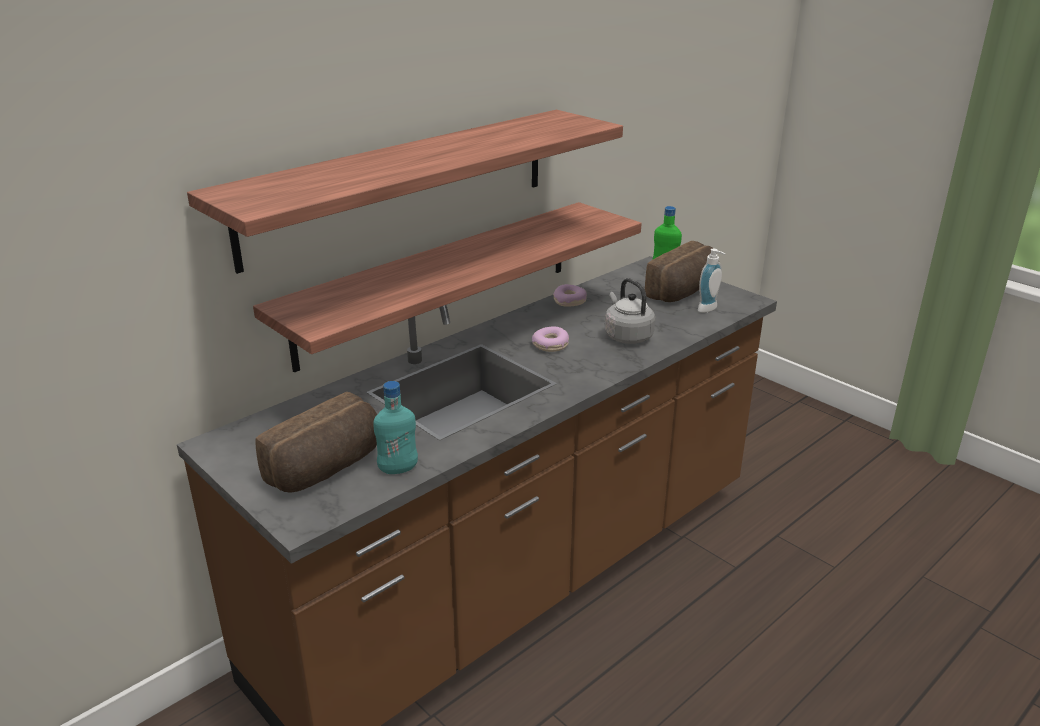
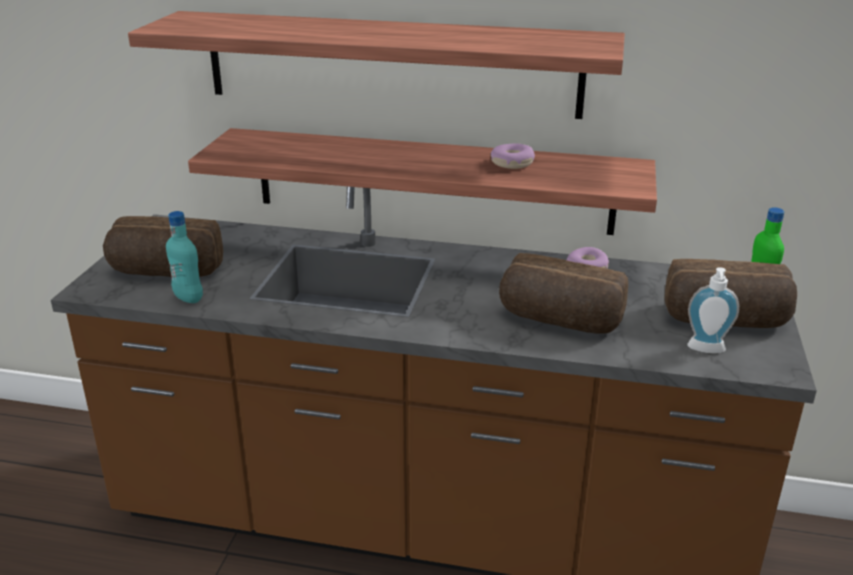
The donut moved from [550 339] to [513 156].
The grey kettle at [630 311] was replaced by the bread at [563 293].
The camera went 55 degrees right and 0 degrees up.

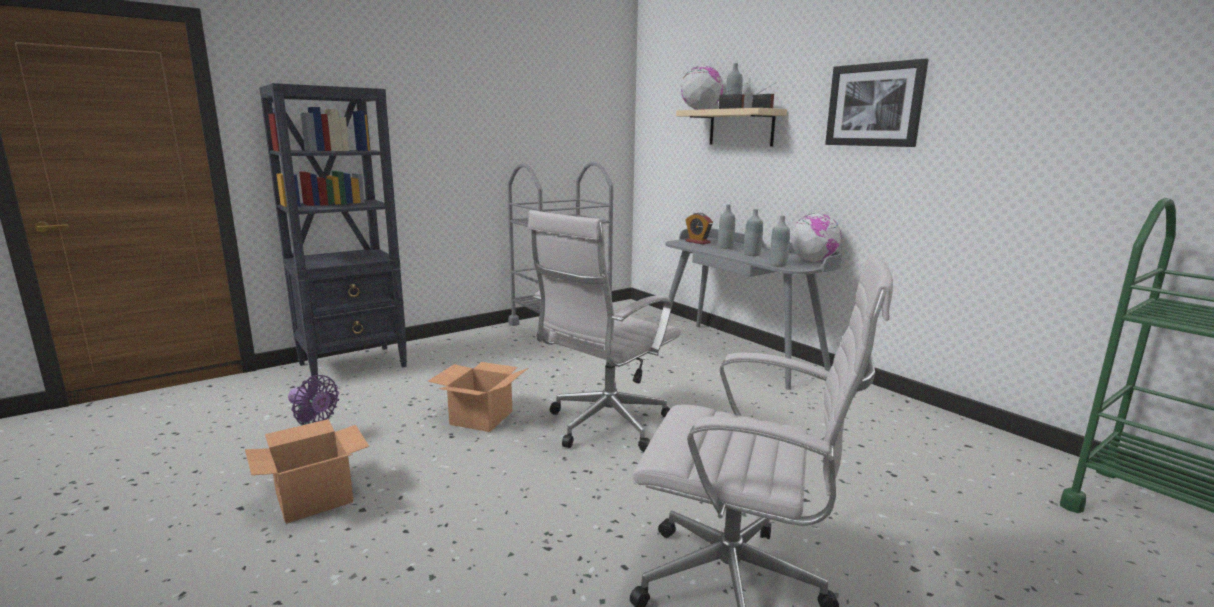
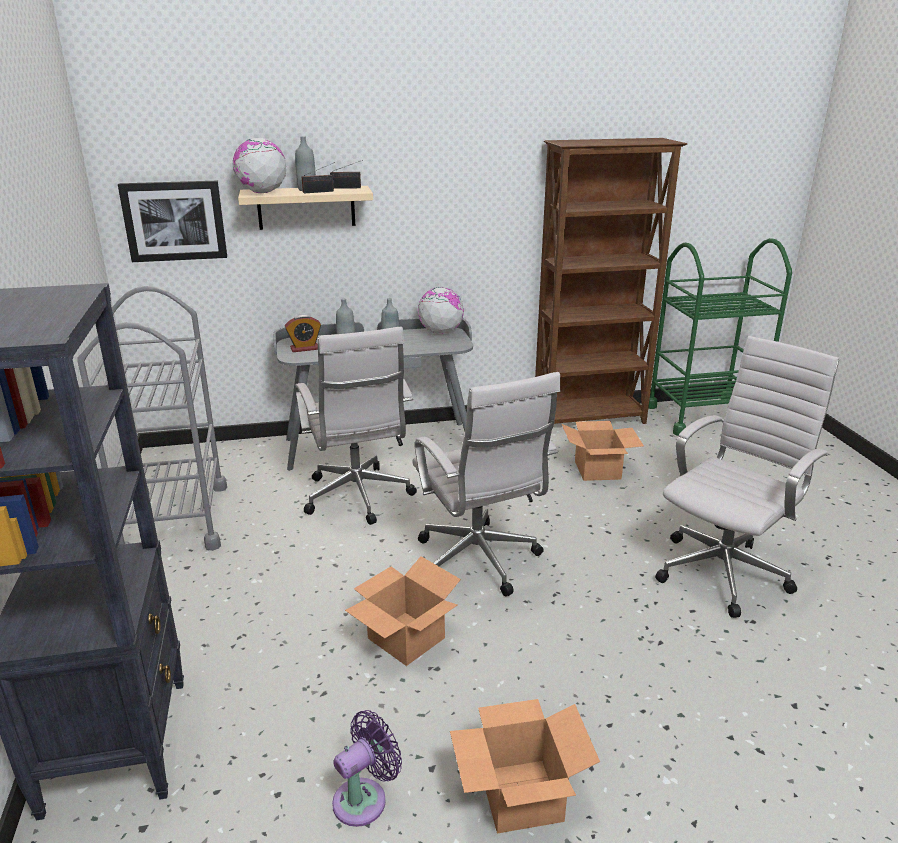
The grey bottle at [780 241] disappeared.
The picture moved from [877 103] to [172 221].
The white office chair at [356 425] appeared.
The brown bookcase at [611 281] appeared.
The cardboard box at [603 451] appeared.
The camera went 65 degrees left and 10 degrees up.

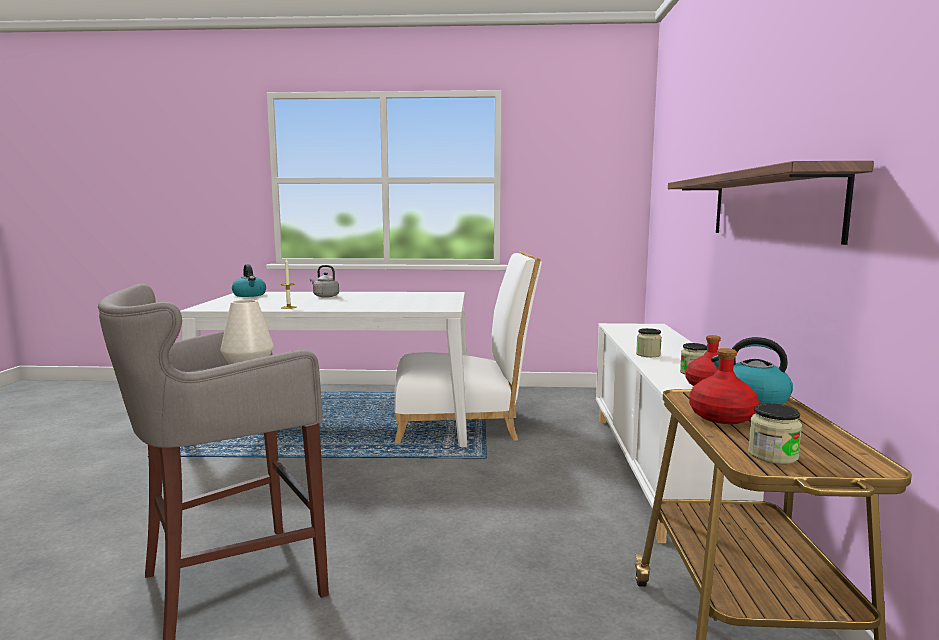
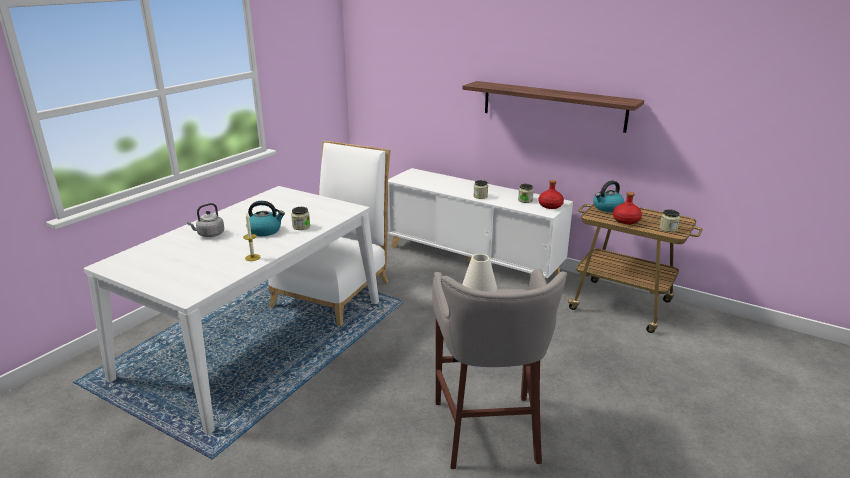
The kettle moved from [249 280] to [265 218].
The jar at [300 218] appeared.
The camera went 60 degrees left and 15 degrees up.

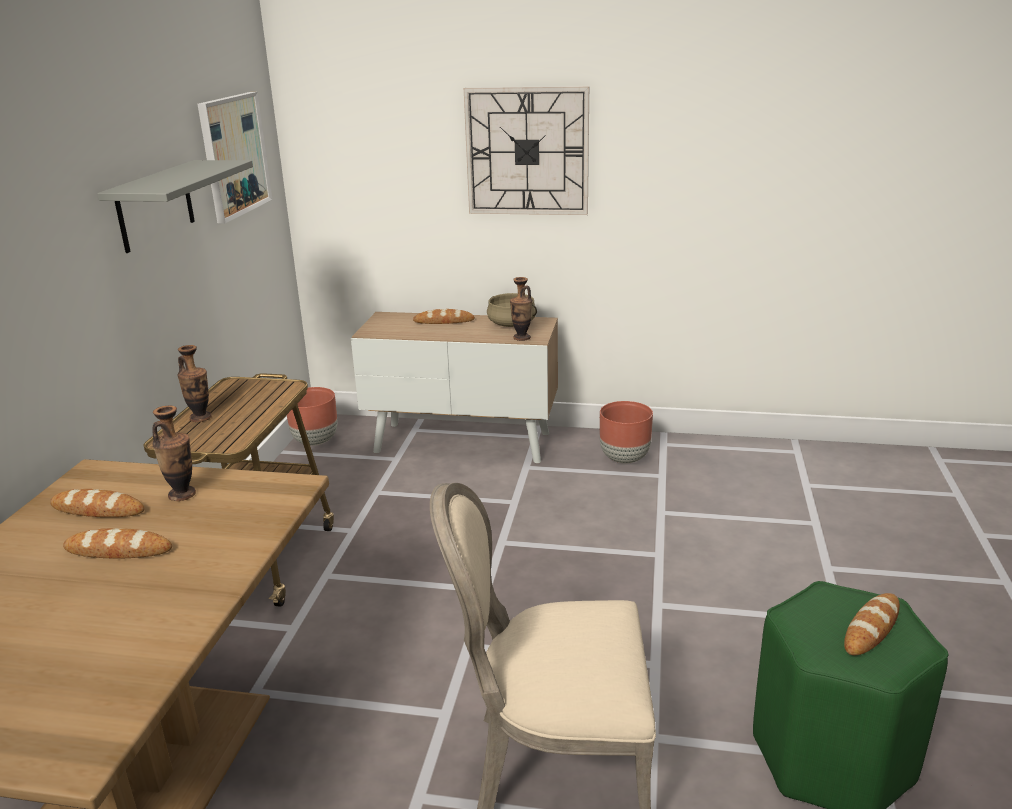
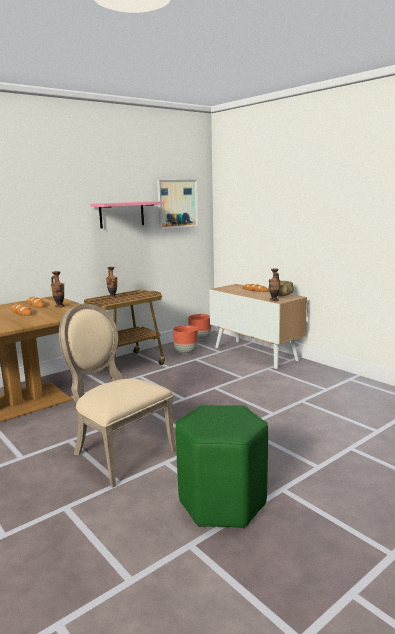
The grey shelf at [175 206] became the pink shelf at [127 214].
The wall clock at [526 150] disappeared.
The brown planter moved from [626 432] to [185 339].
The bread at [872 624] disappeared.
The camera went 40 degrees right and 10 degrees down.

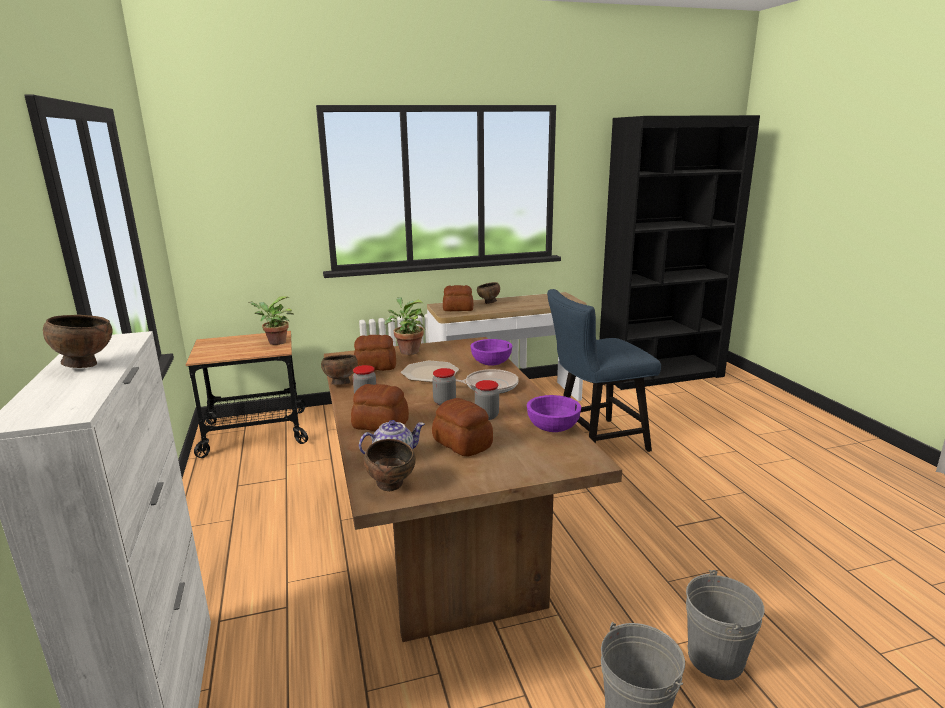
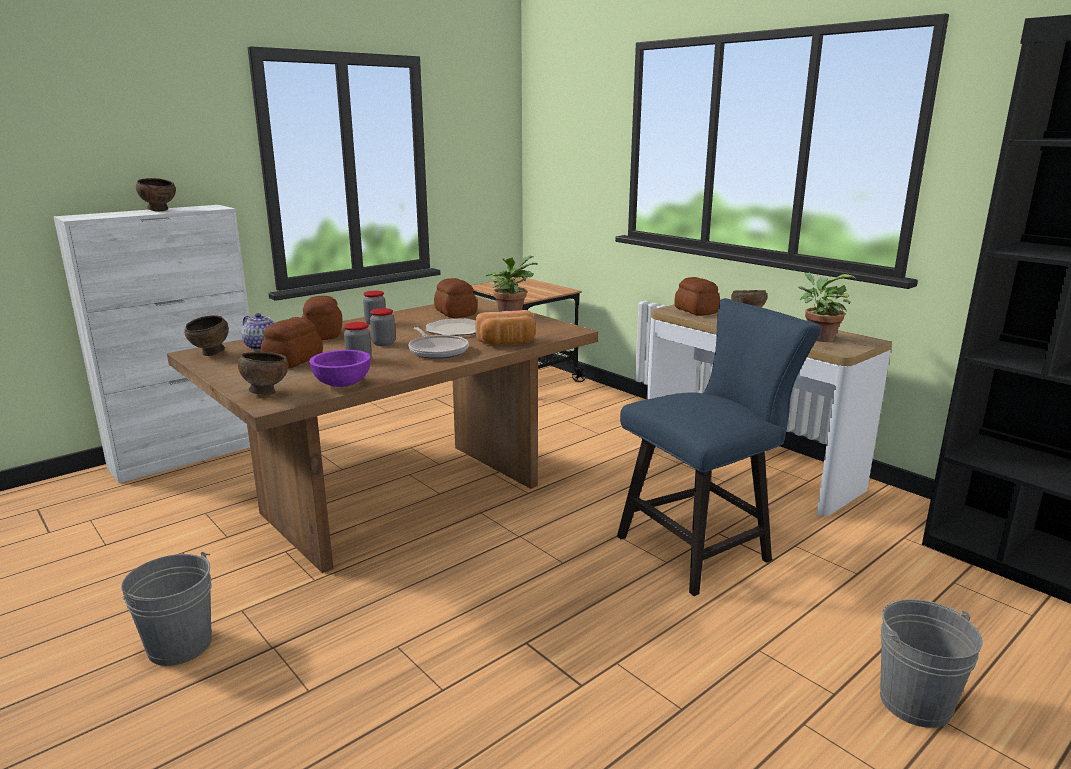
The potted plant moved from [271 320] to [826 307].
The brown bowl moved from [339 370] to [263 373].
The purple bowl at [491 352] was replaced by the bread at [505 327].
The blue chair at [604 370] turned 105 degrees clockwise.
The grey bucket moved from [725 625] to [931 663].
The camera went 65 degrees right and 0 degrees up.

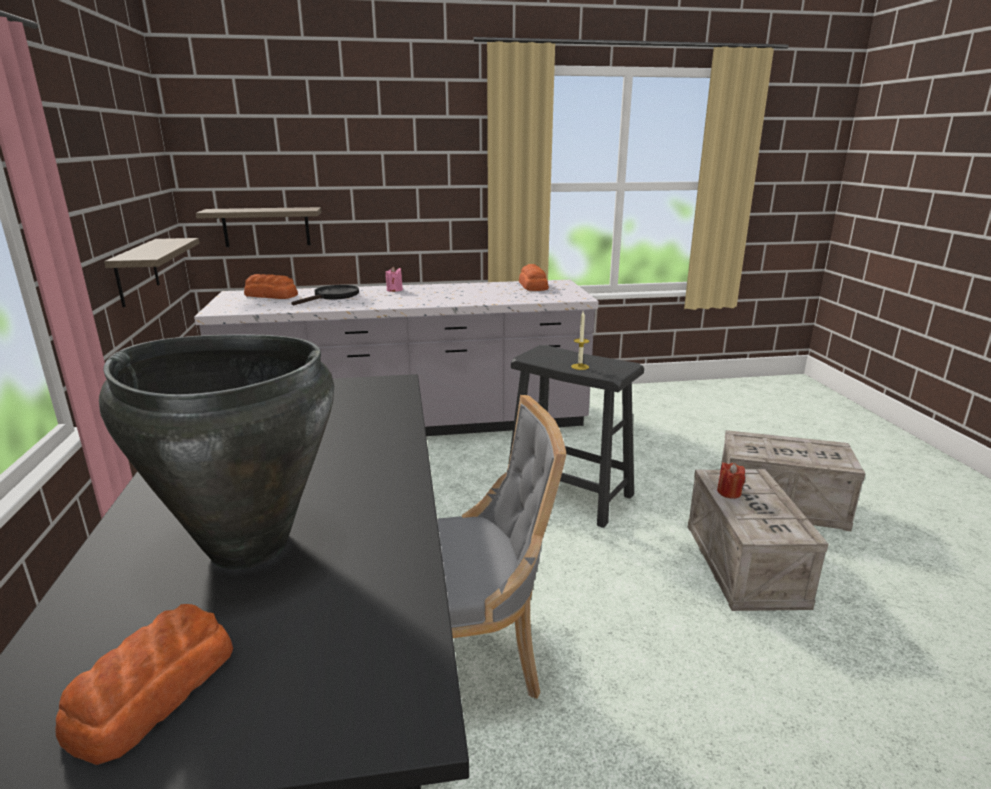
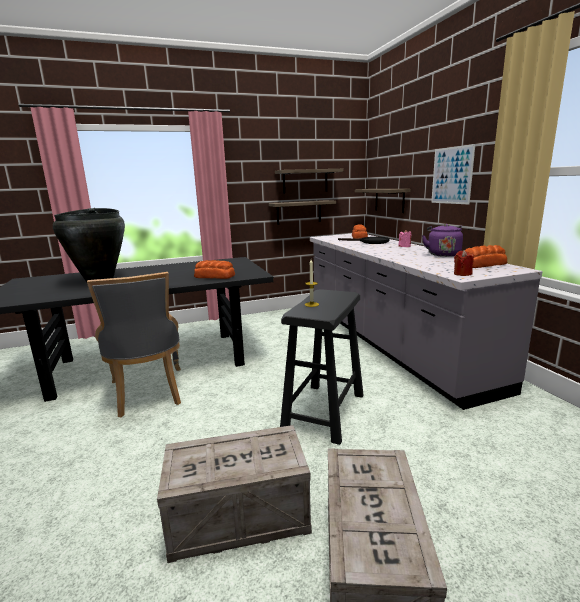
The bread moved from [144 684] to [214 269].
The red candle moved from [731 480] to [464 263].
The shelf at [309 181] appeared.
The purple kettle at [442 240] appeared.
The picture at [453 174] appeared.
The camera went 80 degrees right and 5 degrees down.

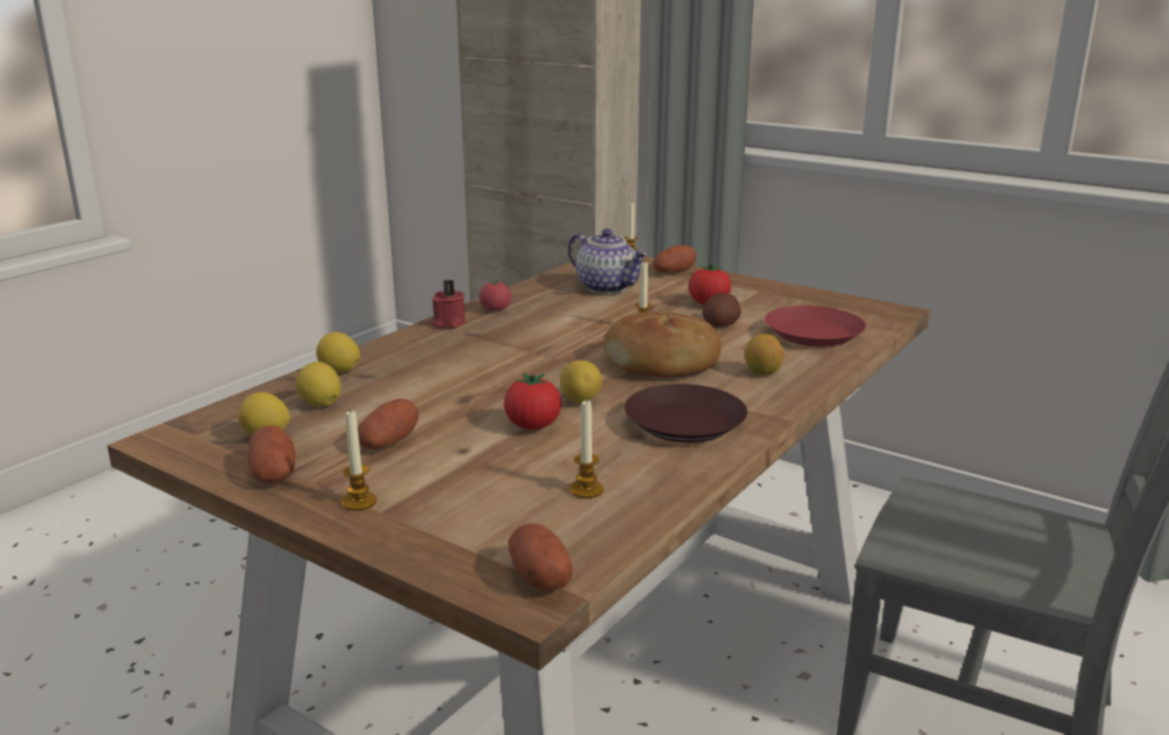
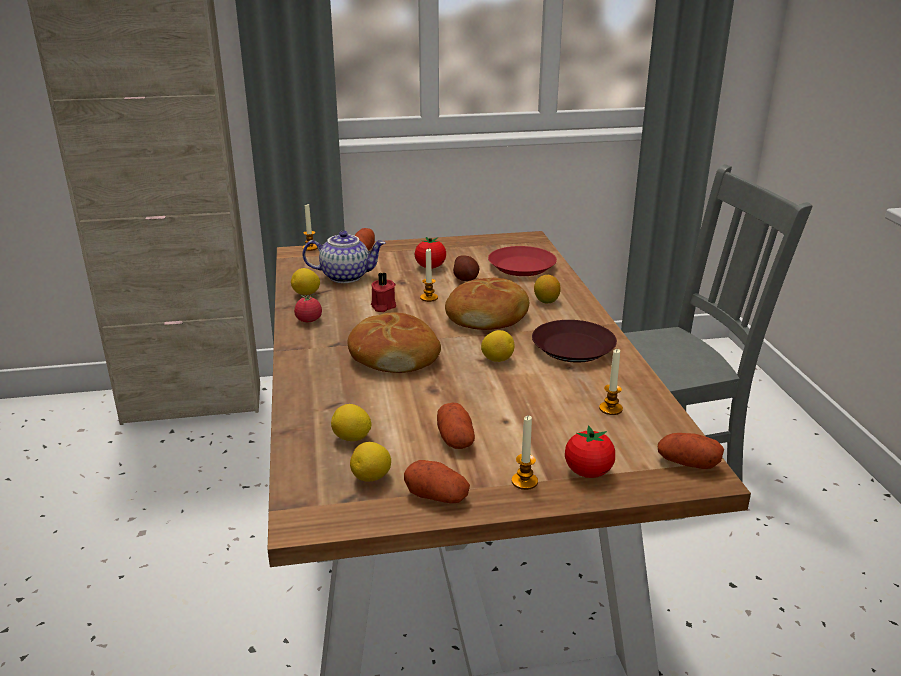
The lemon moved from [338 352] to [305 281].
The red candle moved from [448 304] to [383 292].
The tomato moved from [532 401] to [590 451].
The bread at [394 342] appeared.
The camera went 45 degrees left and 5 degrees up.

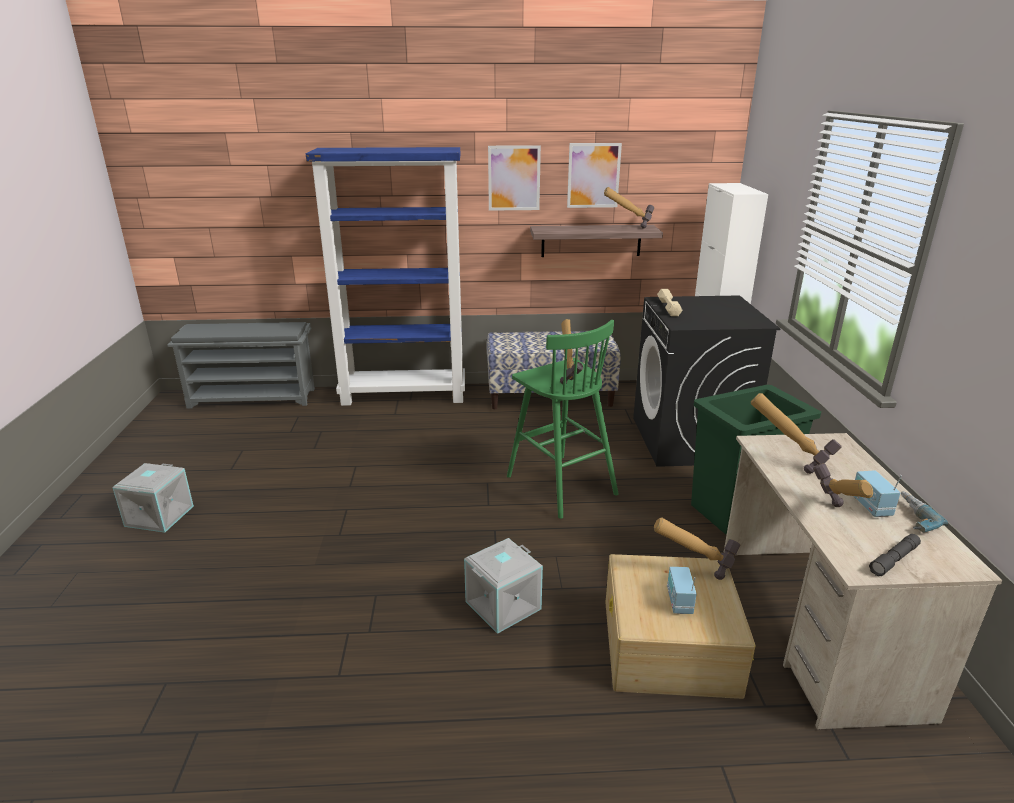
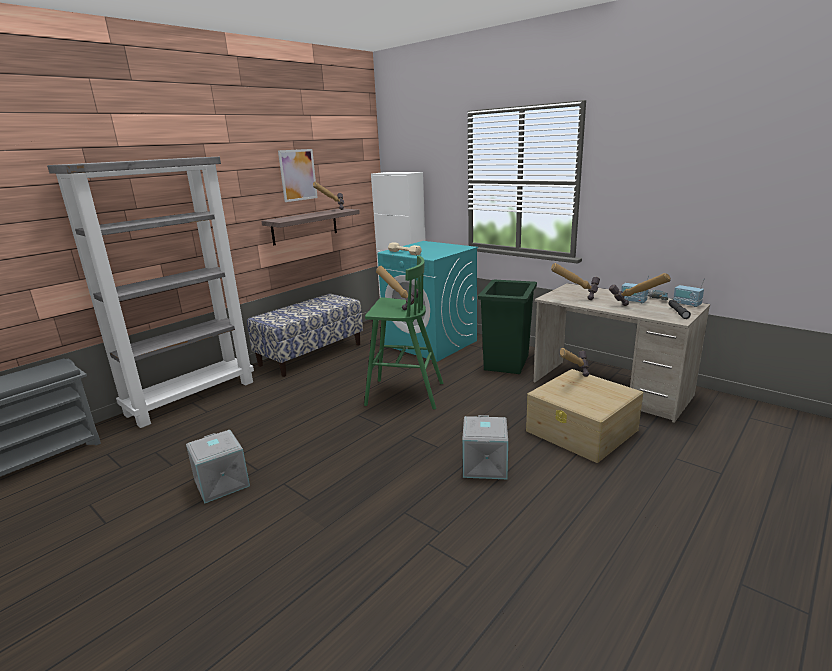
The grey storage box moved from [153 498] to [218 467].
The blue bookcase at [385 276] became the grey bookcase at [150 292].
The picture at [514 178] disappeared.
The black washing machine at [707 381] became the turquoise washing machine at [428 301].
The radio moved from [682 590] to [689 292].
The camera went 45 degrees left and 5 degrees down.

